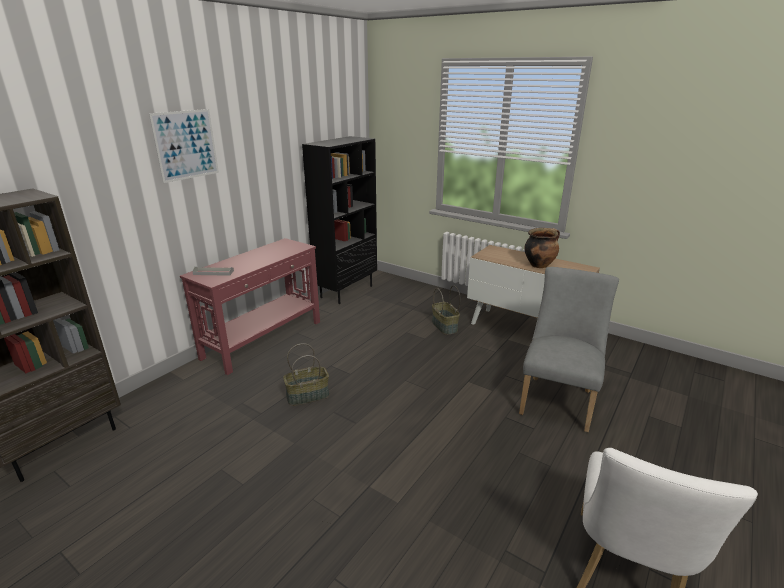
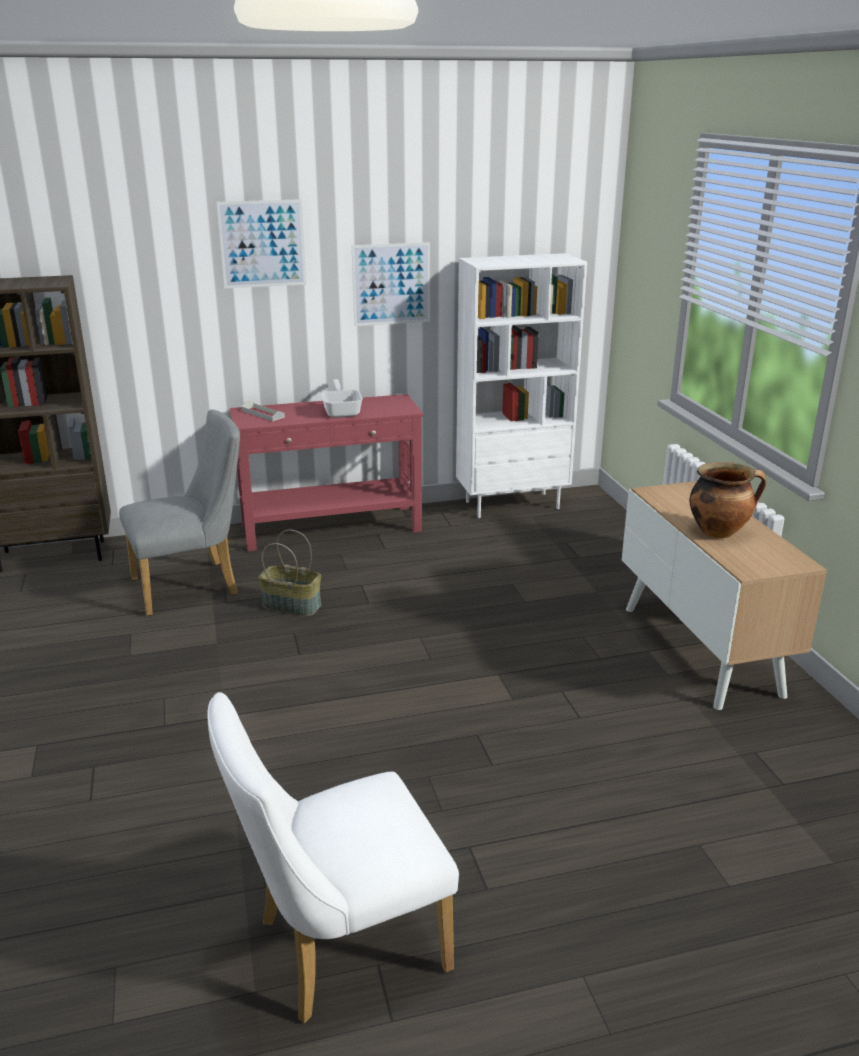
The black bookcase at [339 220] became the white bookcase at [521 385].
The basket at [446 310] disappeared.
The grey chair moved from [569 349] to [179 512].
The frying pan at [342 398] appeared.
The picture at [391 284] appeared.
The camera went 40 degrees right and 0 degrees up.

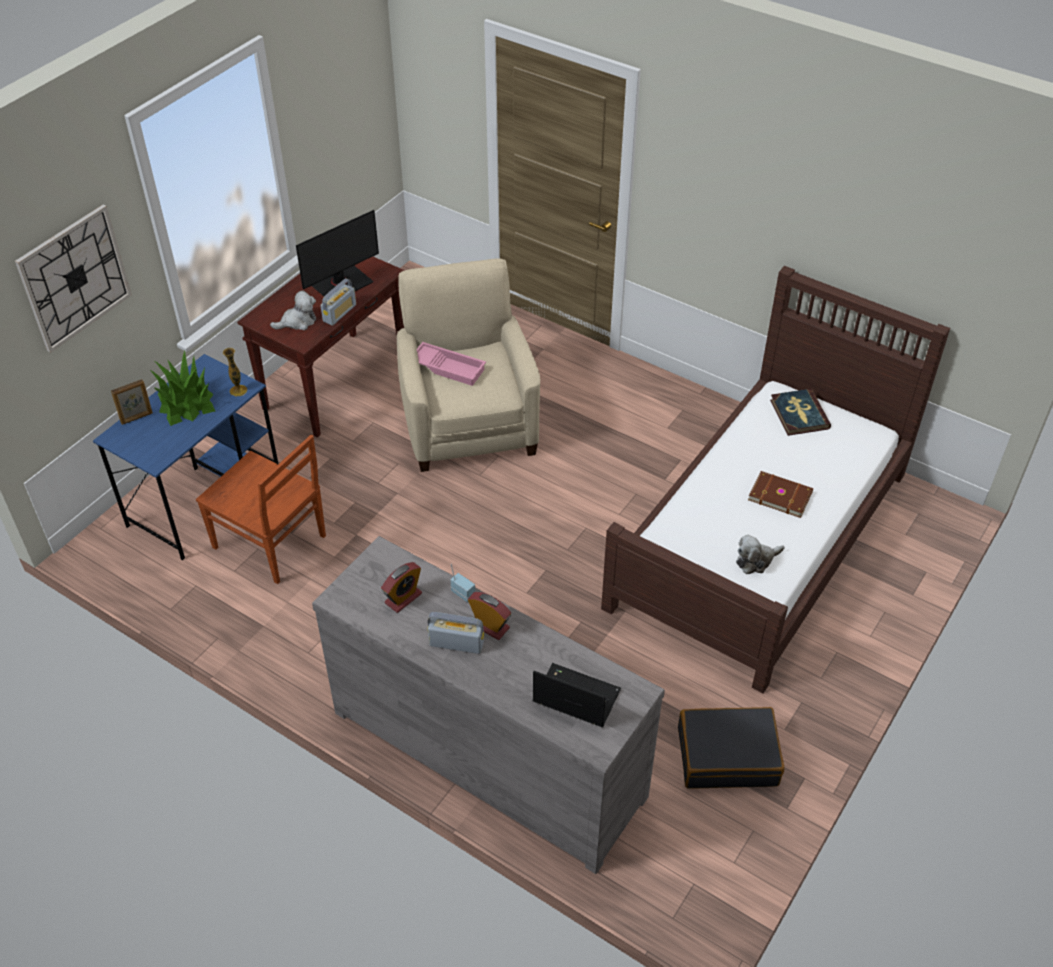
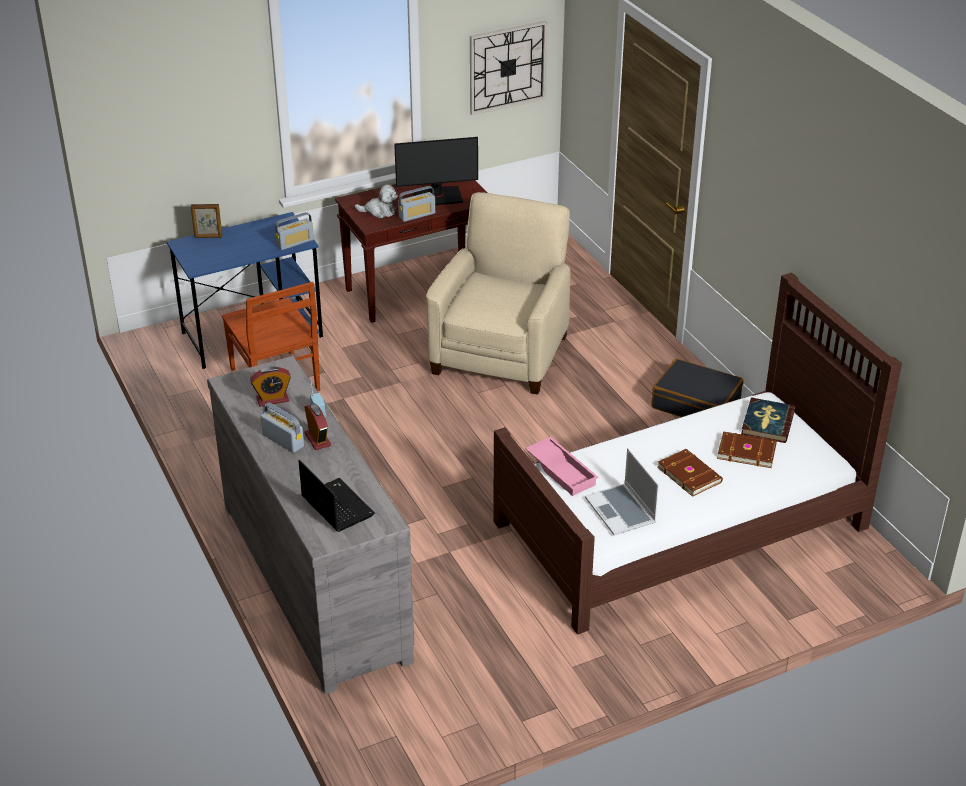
The wall clock moved from [73 279] to [508 68].
The potted plant at [182 388] disappeared.
The vase at [235 372] was replaced by the radio at [294 231].
The pink tray moved from [451 364] to [561 466].
The black suitcase moved from [731 747] to [698 388].
The plush toy at [760 554] was replaced by the laptop at [622 491].
The brown book at [747 449] appeared.
The camera went 30 degrees right and 10 degrees down.

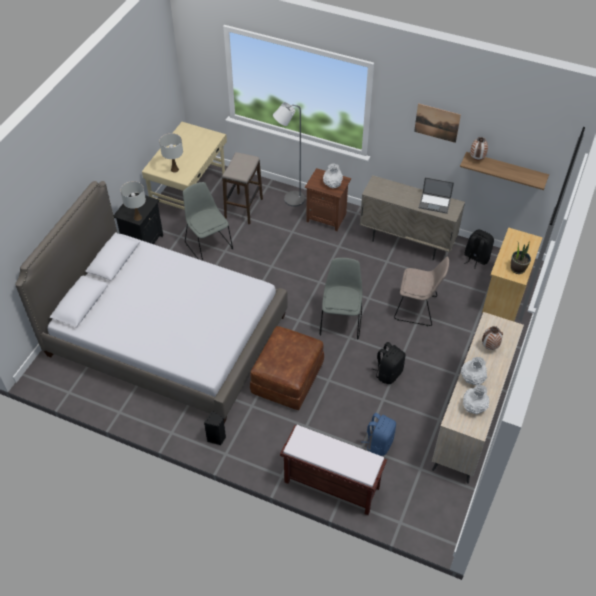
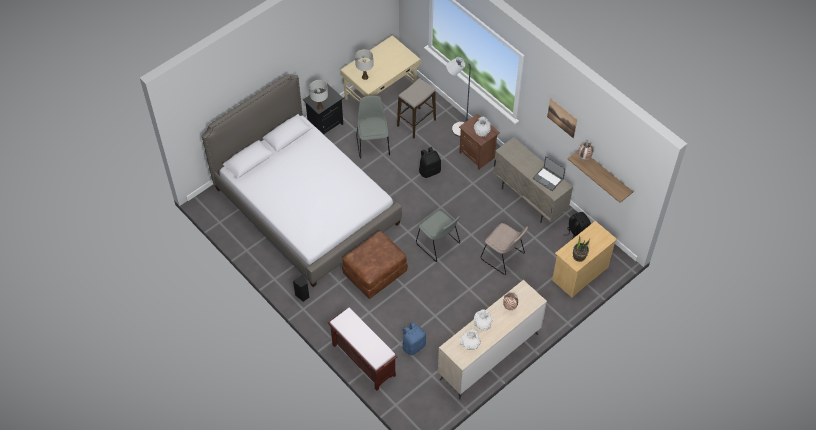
The grey chair at [340 299] turned 105 degrees clockwise.
The black backpack moved from [389 363] to [430 162].
The camera went 25 degrees right and 5 degrees up.

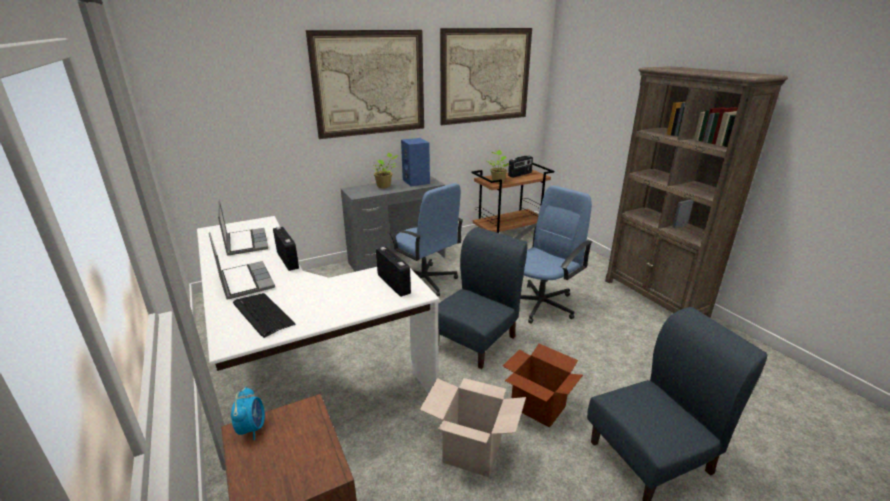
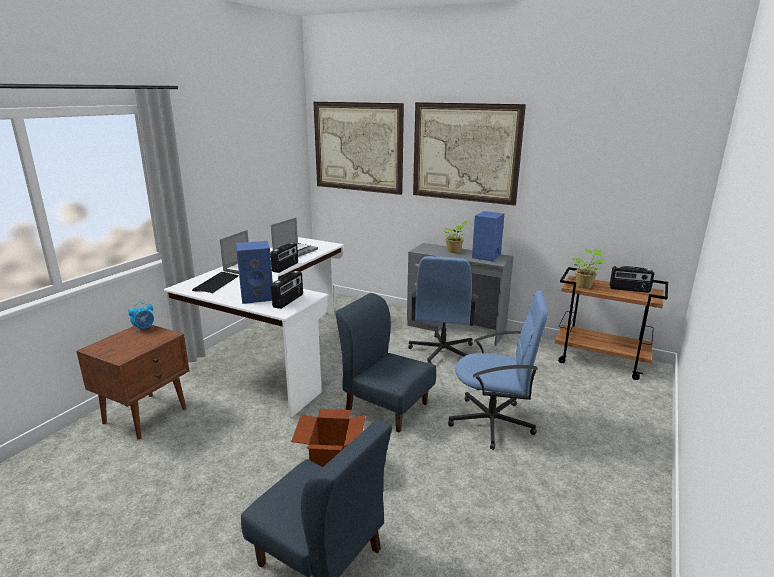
The cardboard box at [473 427] disappeared.
The blue chair at [483 298] turned 150 degrees counterclockwise.
The picture moved from [486 76] to [359 148].
The brown bookcase at [696 192] disappeared.
The blue speaker at [254 272] appeared.
The camera went 55 degrees right and 5 degrees down.

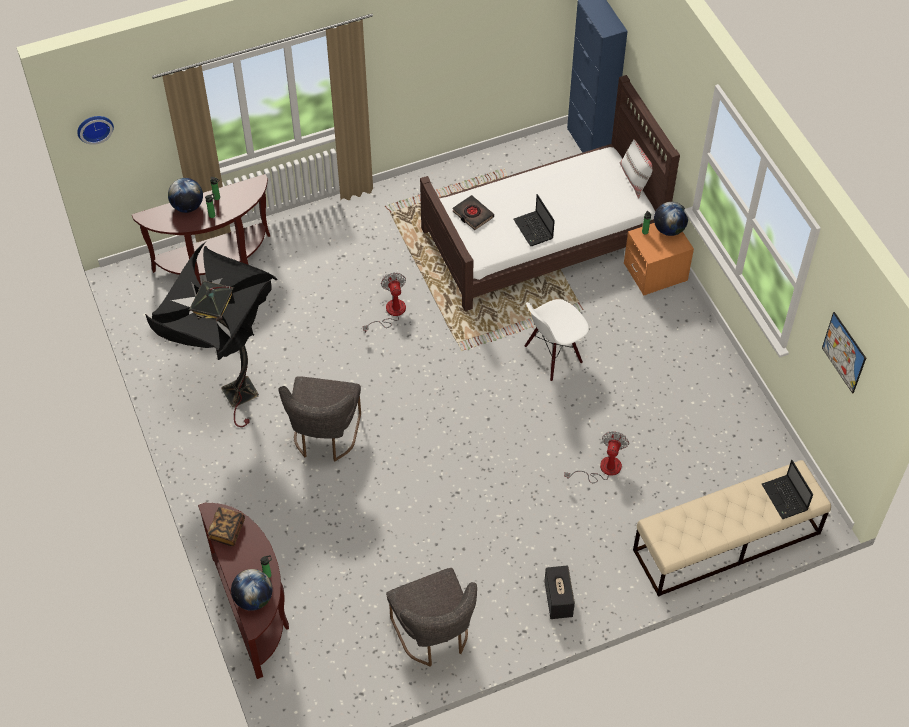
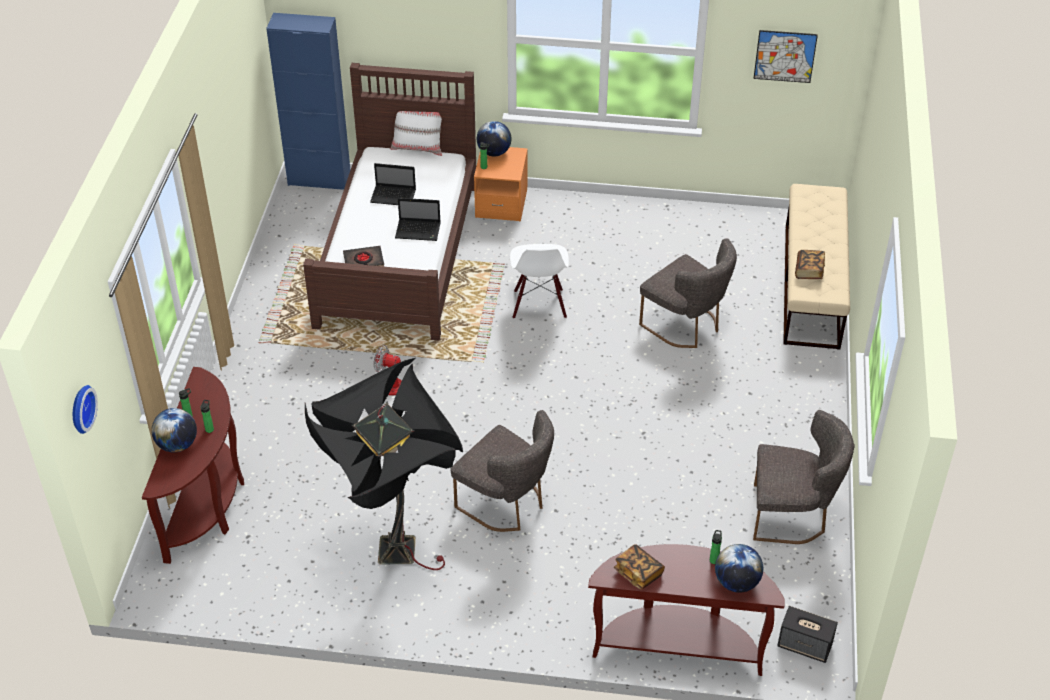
The speaker moved from [559 592] to [807 634].
The fan at [596 457] was replaced by the grey chair at [688 293].
The laptop moved from [787 489] to [393 184].
The book at [810 264] appeared.
The camera went 60 degrees left and 10 degrees down.

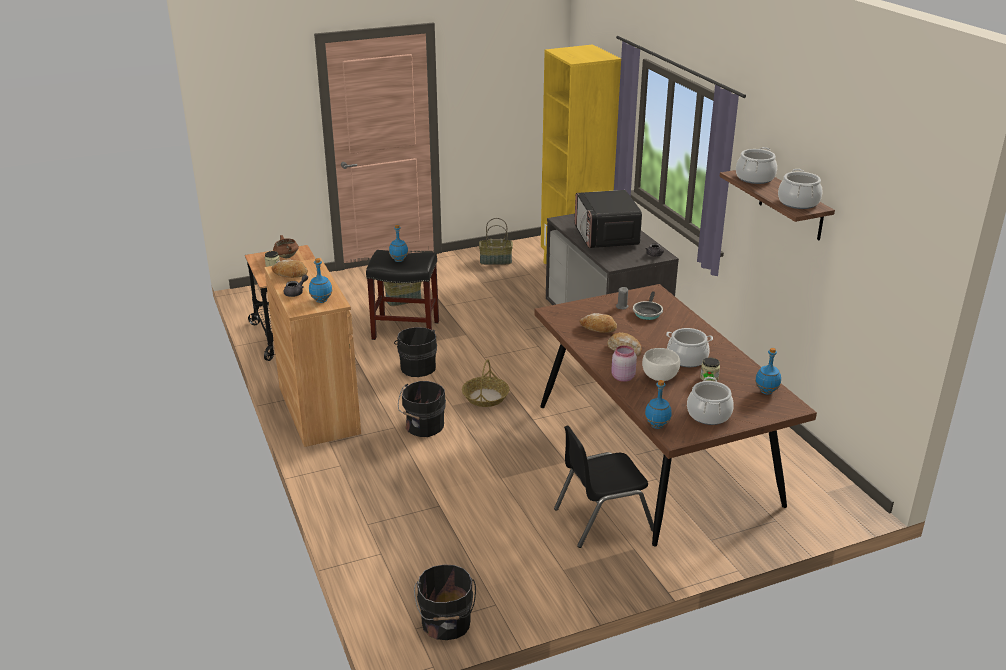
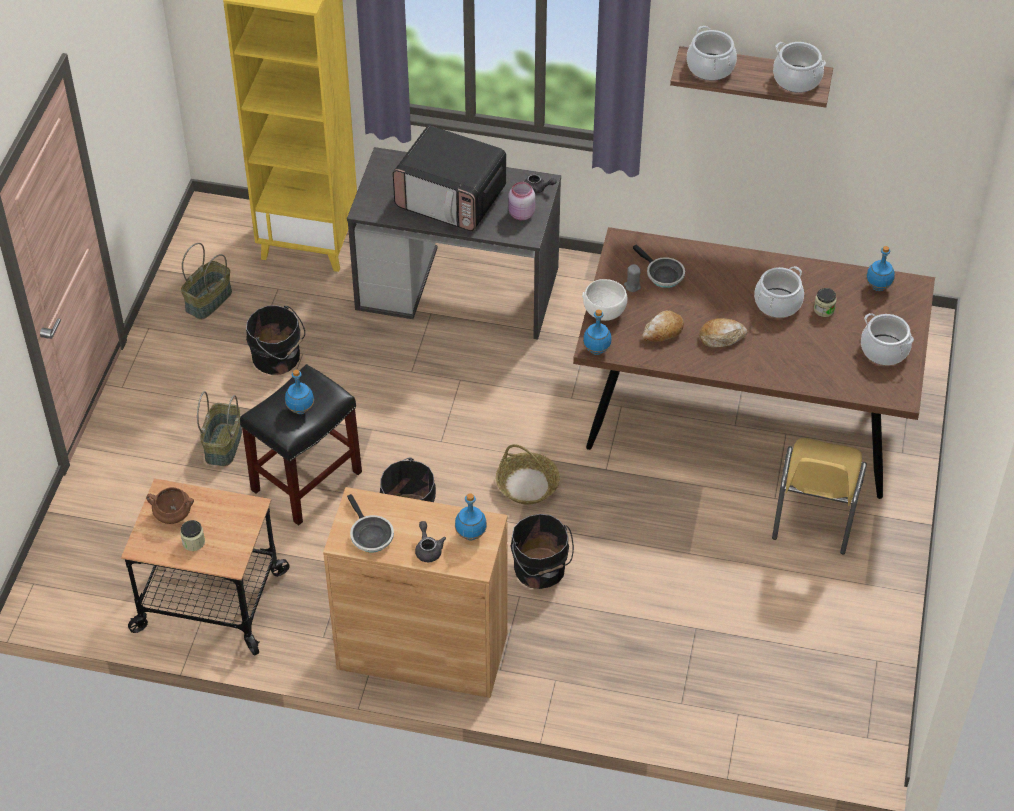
The bread at [289 268] was replaced by the frying pan at [370 523].
The black bucket moved from [445 602] to [275 340].
The black chair at [604 486] became the yellow chair at [819 496].
The pink jar moved from [624 363] to [522 201].
The white bowl moved from [661 364] to [605 300].
The blue bottle moved from [658 404] to [597 332].
The camera went 55 degrees left and 20 degrees up.

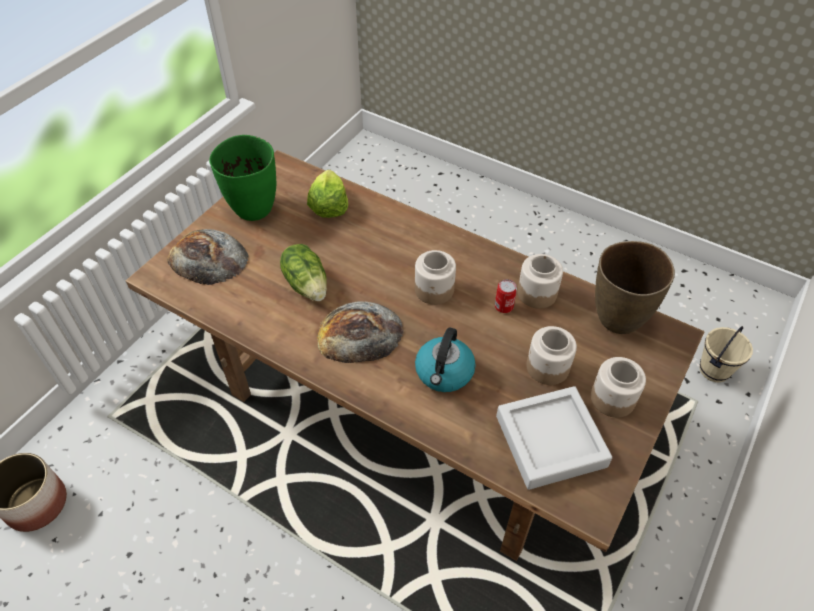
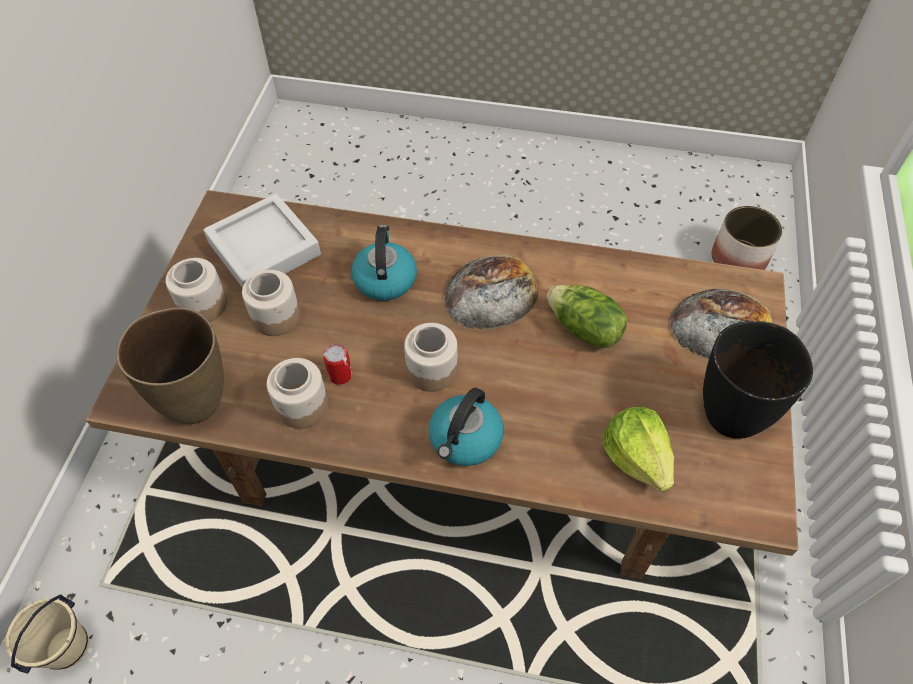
The green vase at [242 178] became the black vase at [758 380].
The kettle at [466 427] appeared.
The camera went 160 degrees right and 5 degrees up.

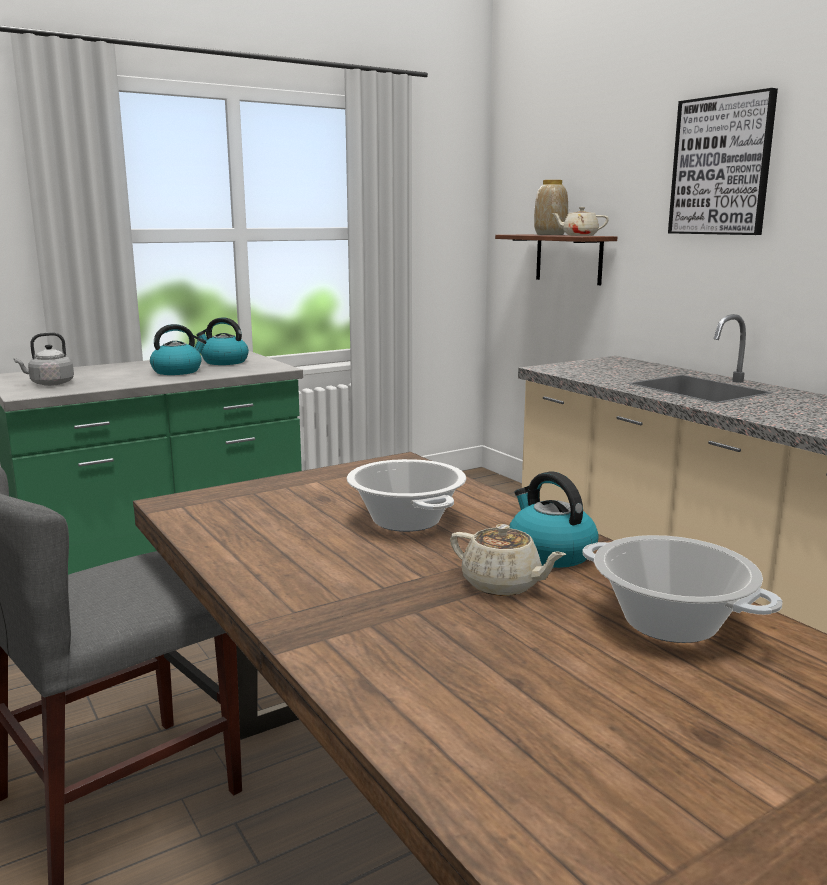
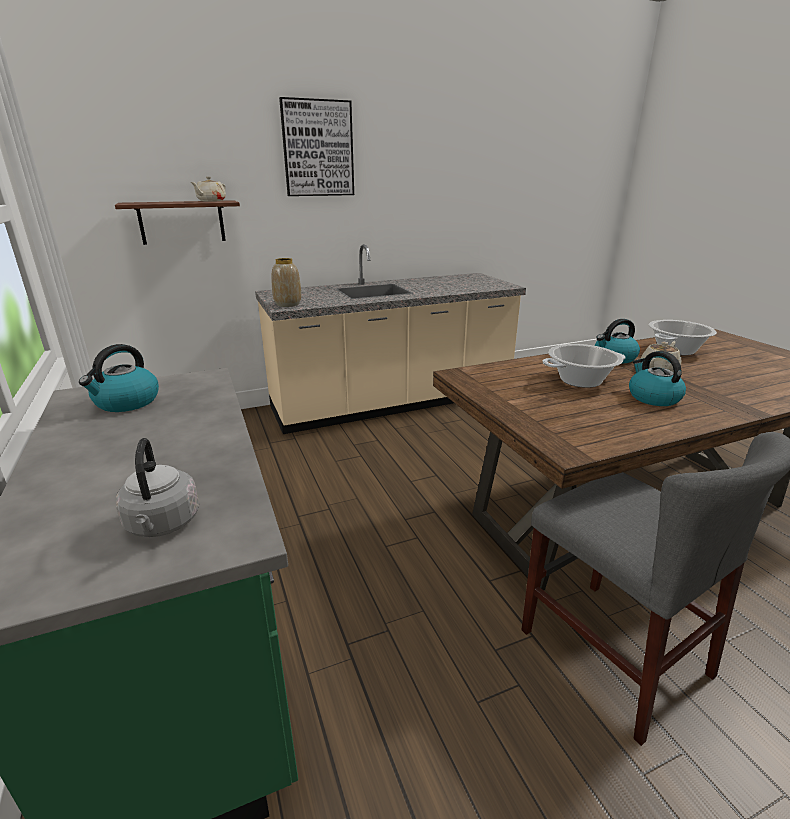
The kettle moved from [178 349] to [657 378].
The vase moved from [551 207] to [286 282].
The camera went 80 degrees left and 10 degrees up.

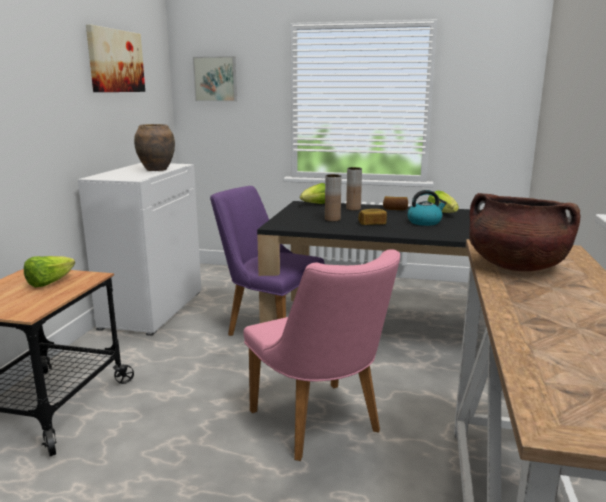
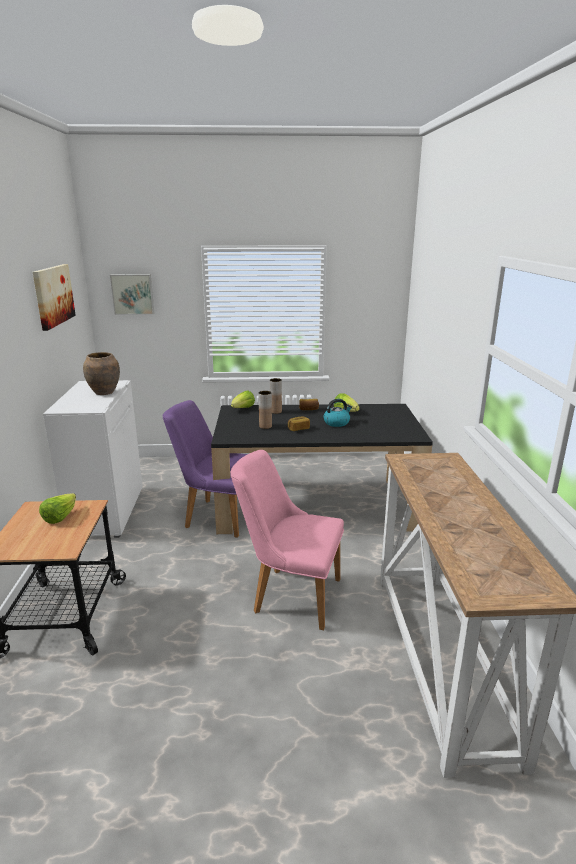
The pink chair at [322 355] turned 150 degrees clockwise.
The brown cooking pot at [525 232] disappeared.
The camera went 15 degrees left and 5 degrees up.

